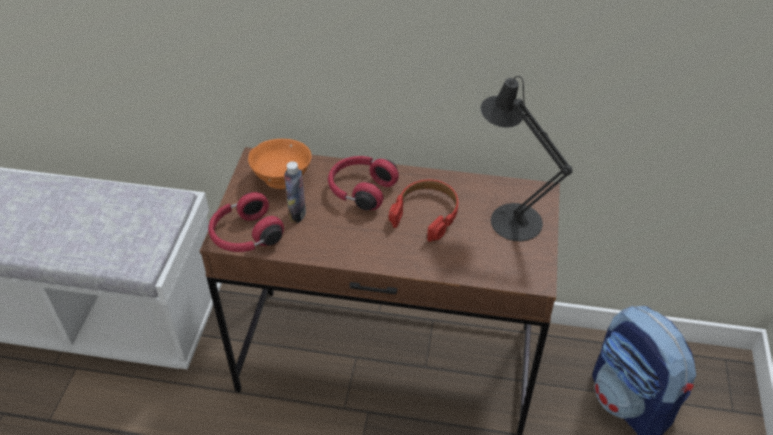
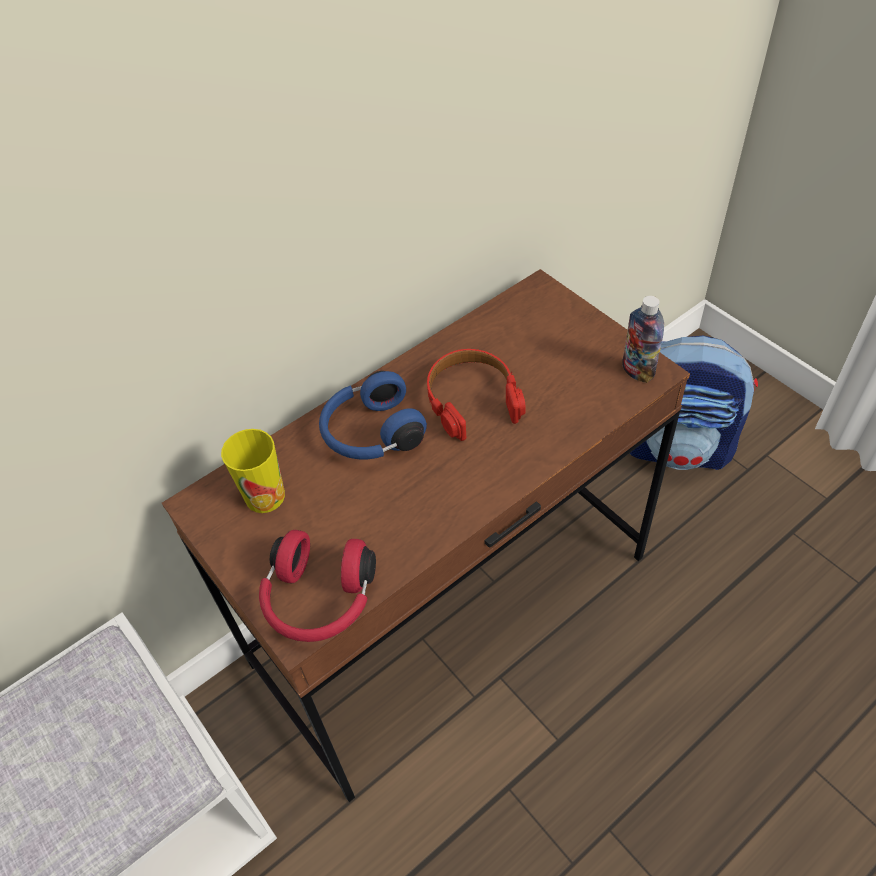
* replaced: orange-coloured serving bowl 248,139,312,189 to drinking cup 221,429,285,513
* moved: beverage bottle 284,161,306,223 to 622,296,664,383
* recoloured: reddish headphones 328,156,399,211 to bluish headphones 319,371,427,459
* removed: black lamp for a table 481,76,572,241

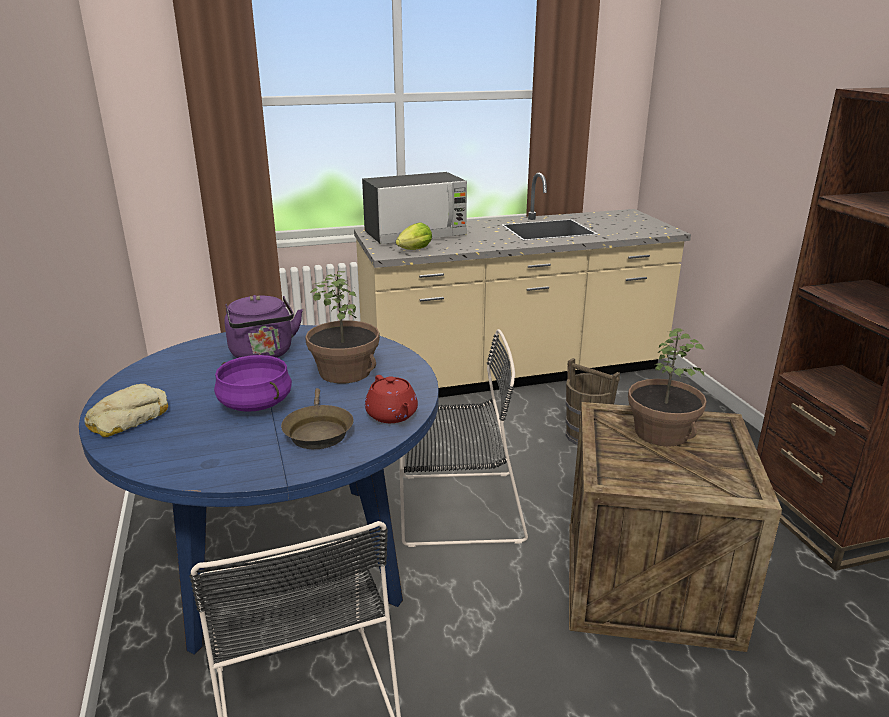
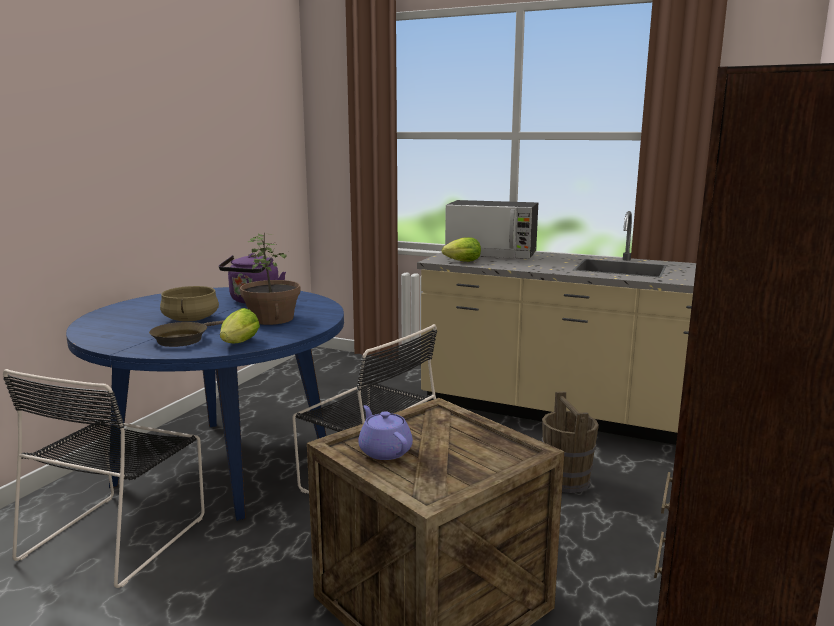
* removed: baked bread 84,384,168,437
* recoloured: purplish saucepot 214,355,292,412 to beige-coloured saucepot 160,286,219,322
* replaced: reddish teapot 365,375,418,423 to lettuce 220,308,260,343
* removed: plant in a pot 628,328,707,447
* added: purplish teapot 358,405,413,460

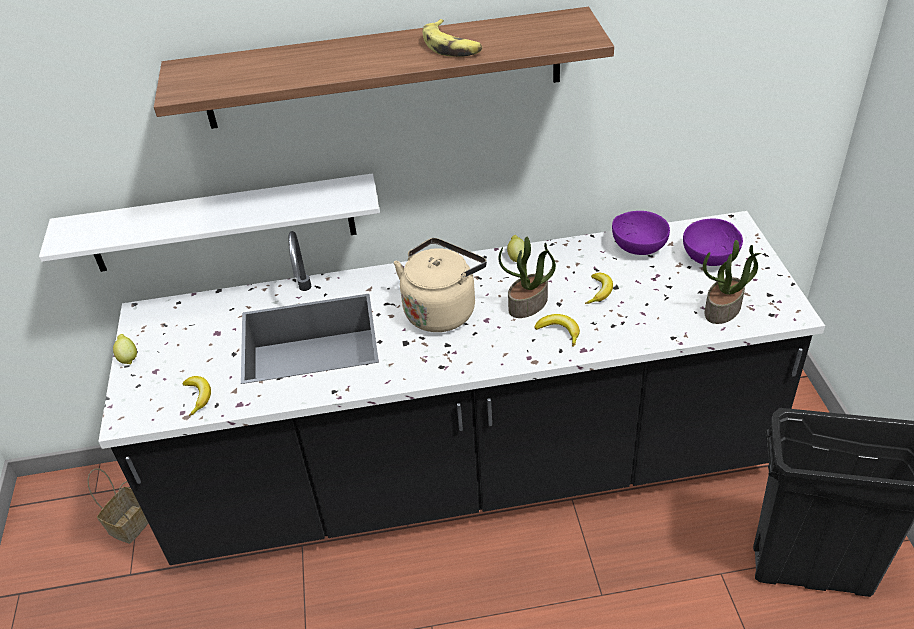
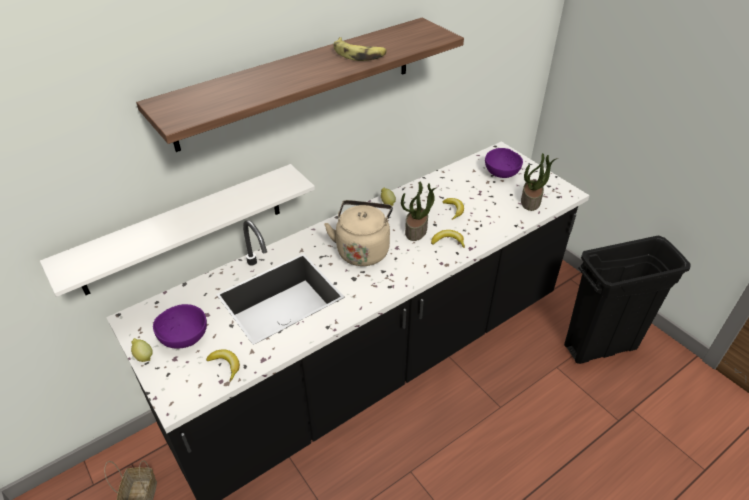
* moved: purplish serving bowl 612,211,670,255 to 153,304,207,349

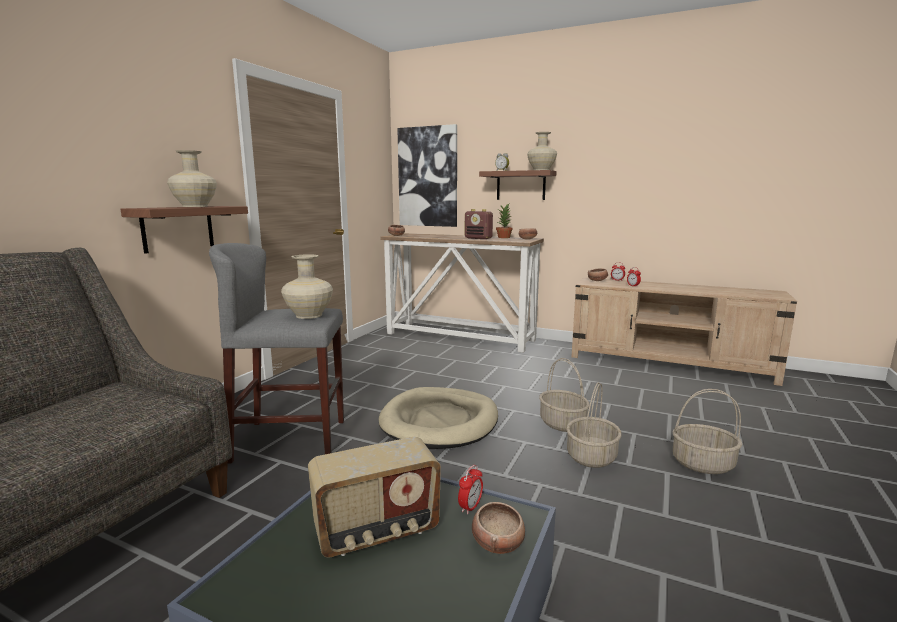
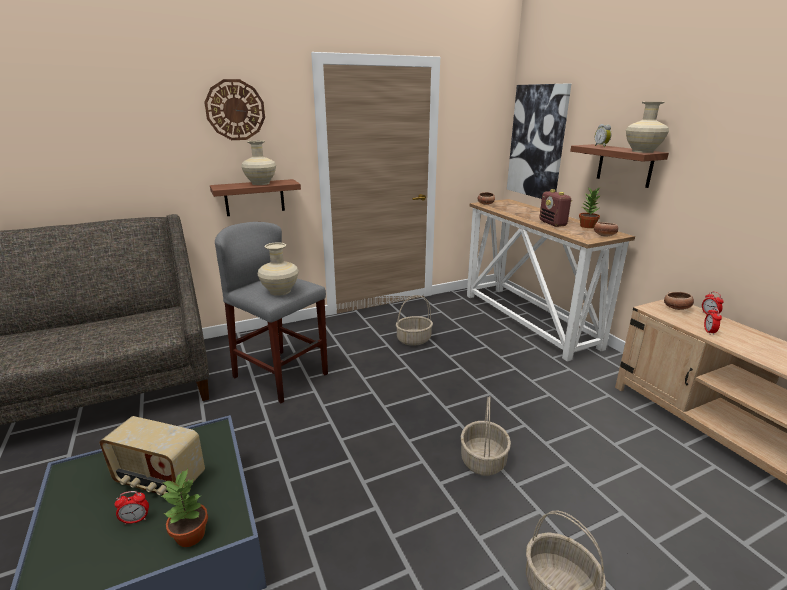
* removed: beige-coloured dog bed 379,387,498,449
* moved: table clock 458,465,483,515 to 115,491,149,525
* replaced: serving bowl 472,502,525,554 to plant in a pot 161,469,208,547
* moved: household basket 566,382,621,468 to 396,295,433,346
* added: clock on the wall 204,79,265,140

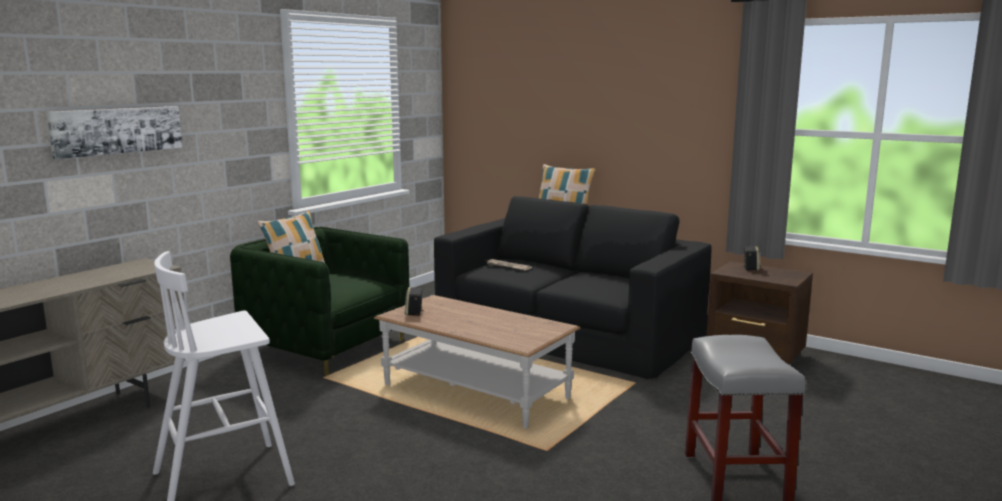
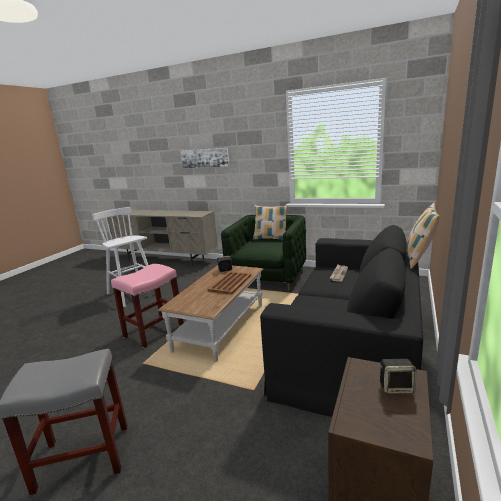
* added: pink-coloured stool 111,264,184,349
* added: brown tray 208,271,251,295

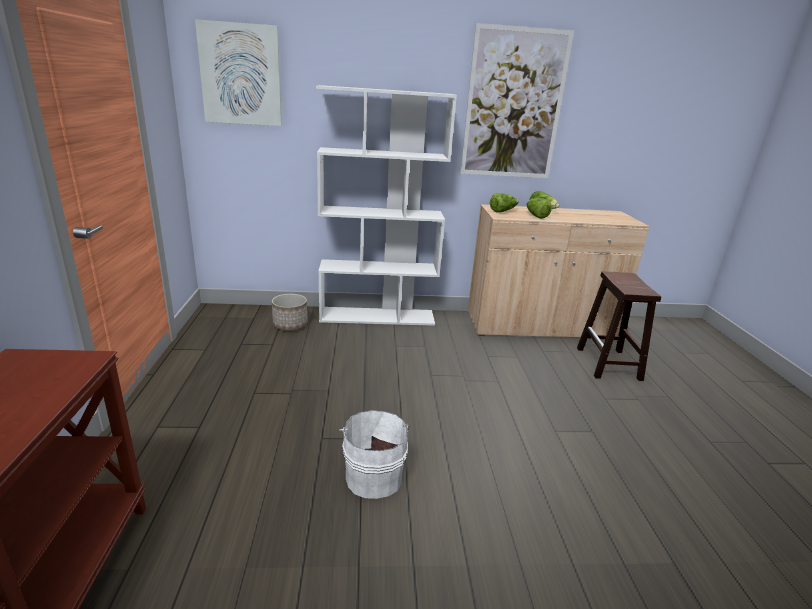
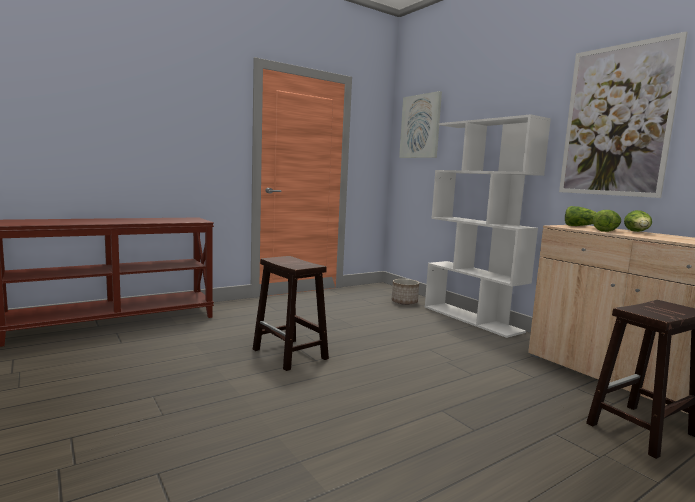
* replaced: white-coloured water bucket 339,410,411,499 to brown stool 253,256,329,371

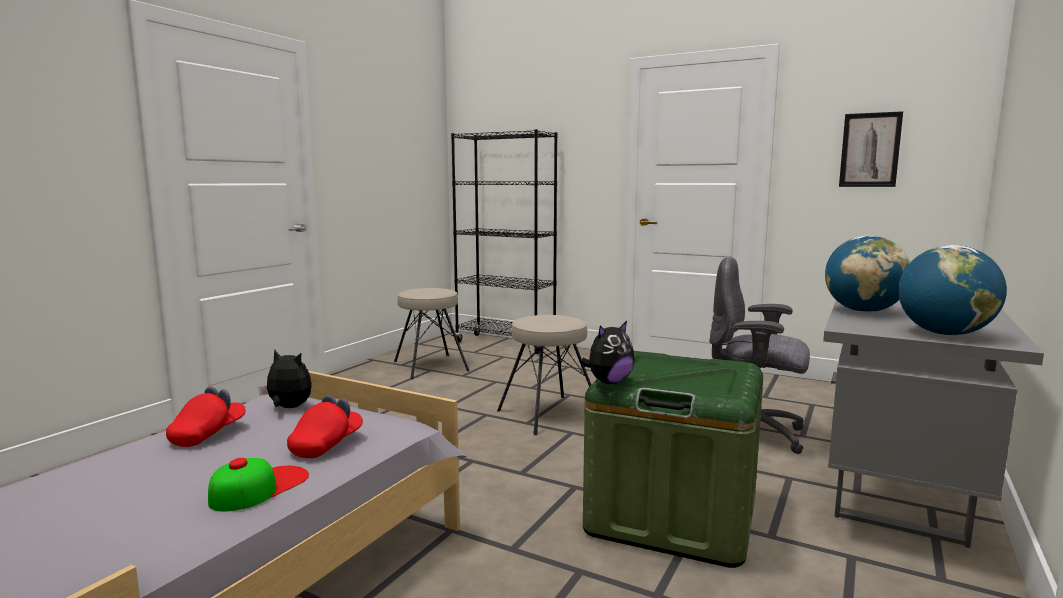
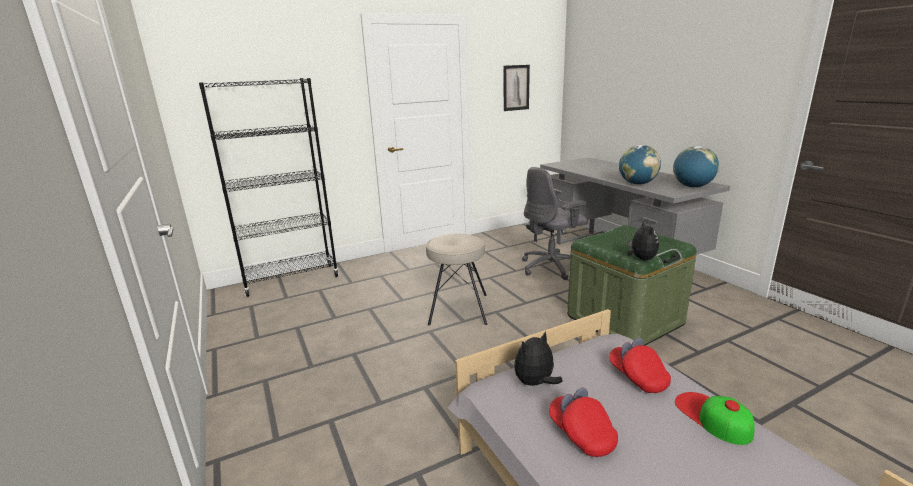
* removed: beige-coloured stool 394,288,470,379

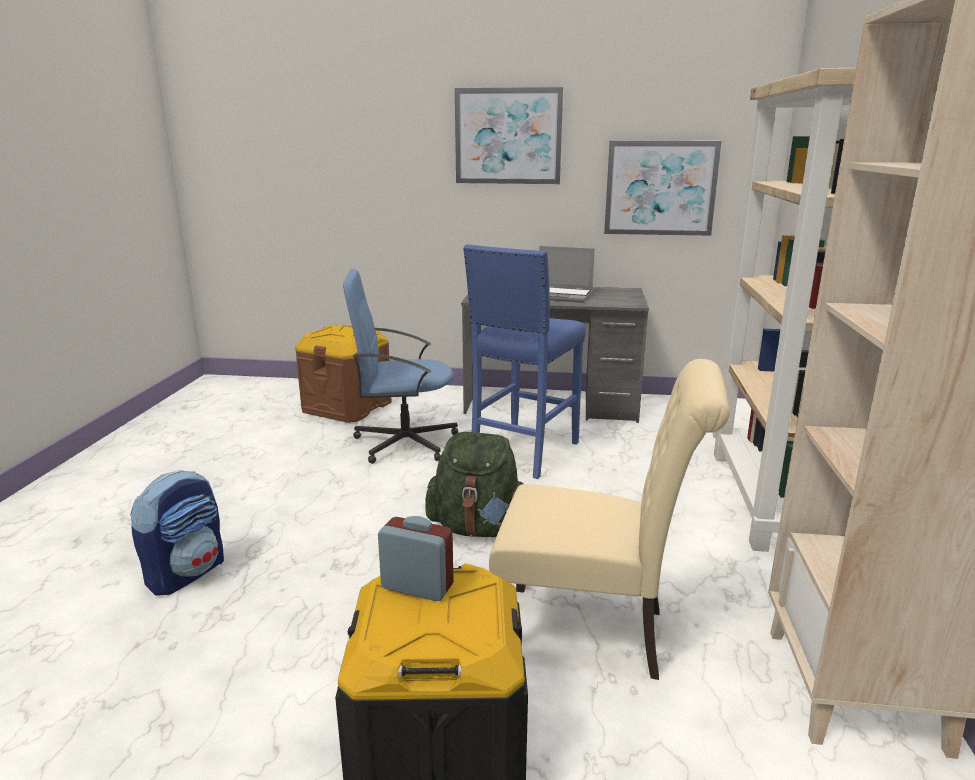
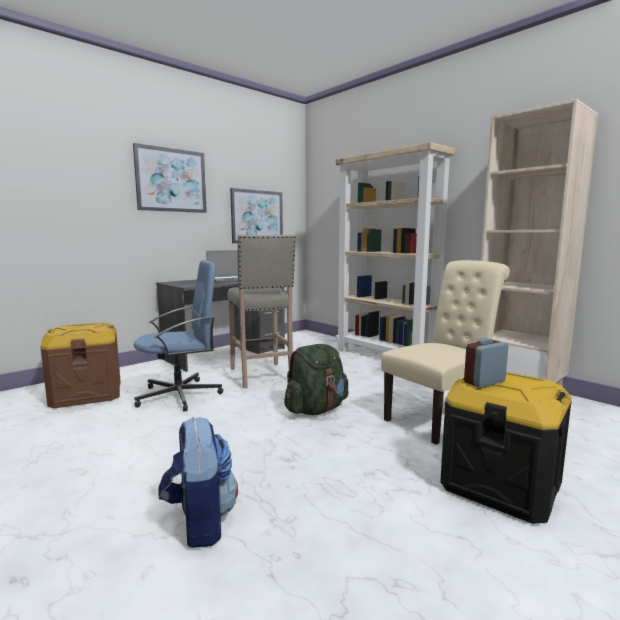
* turned: bluish office chair 343,269,458,464 = 134,260,223,411 150 degrees counterclockwise
* recoloured: bluish stool 463,244,586,479 to beige-coloured stool 228,234,296,389

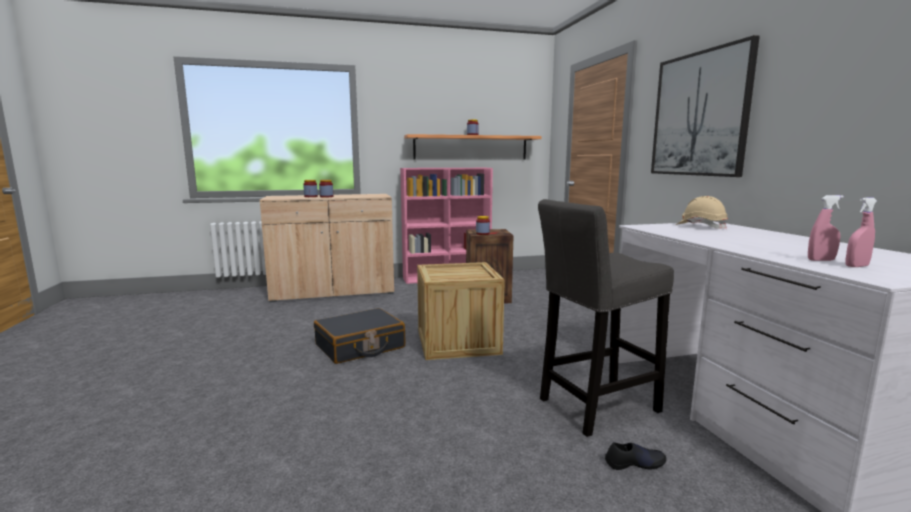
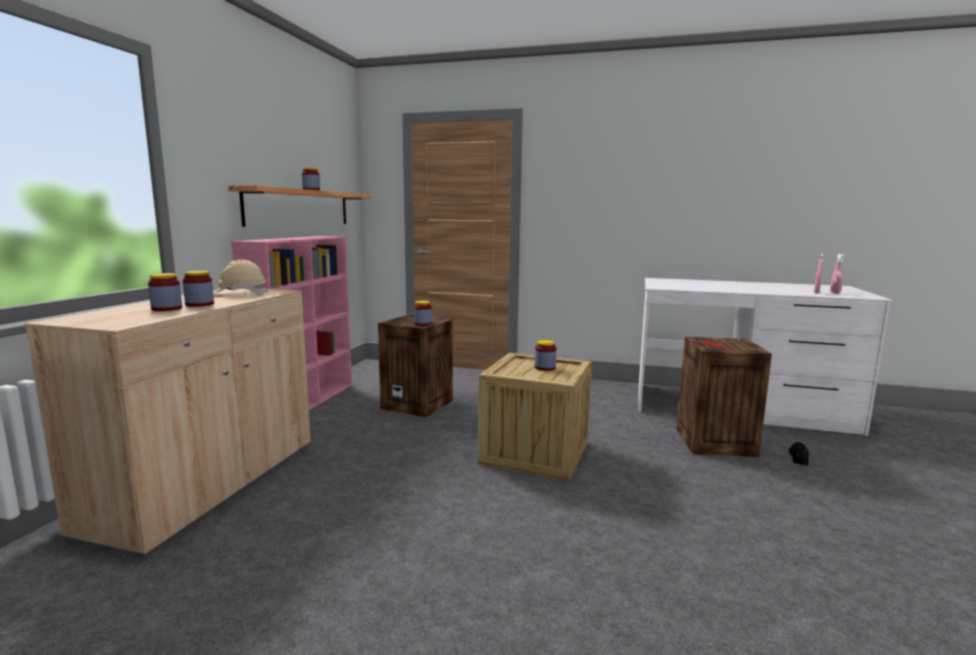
* removed: black travel case 314,308,405,364
* replaced: gray stool 538,199,674,437 to crate 677,337,772,457
* removed: wall art 651,35,760,177
* moved: beige-coloured safety helmet 676,196,728,230 to 213,260,268,294
* added: preserve jar 535,340,556,371

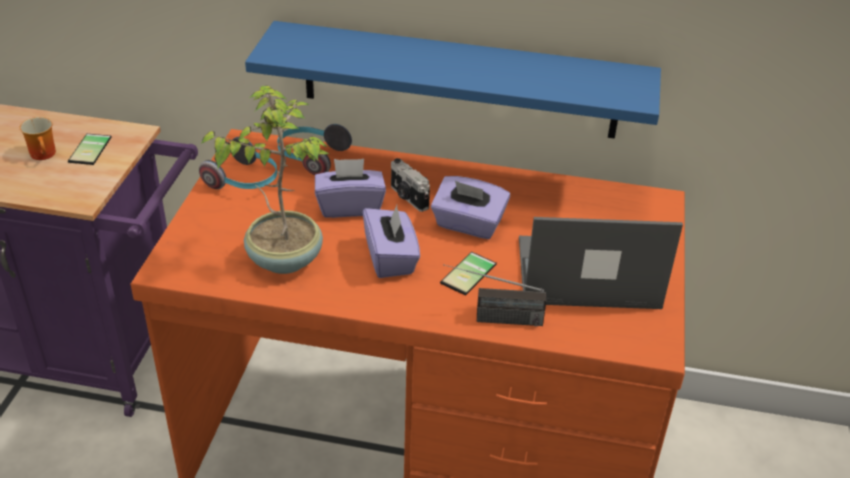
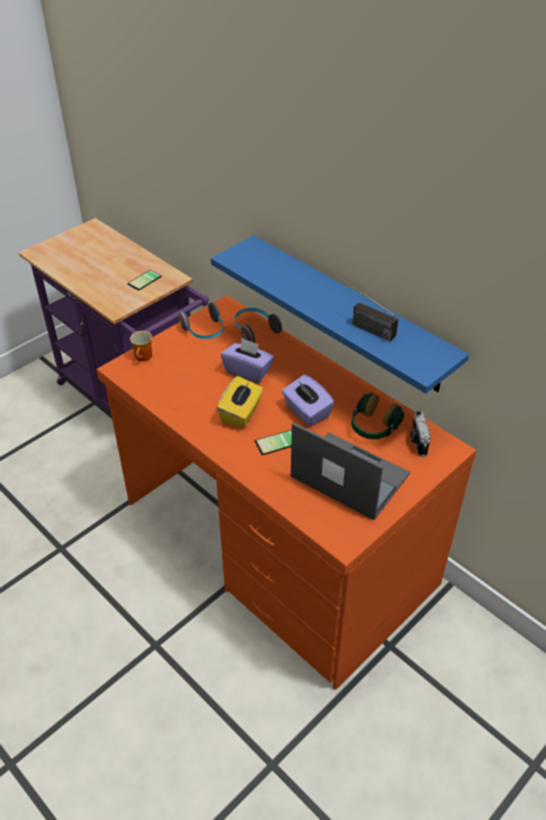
* moved: mug 19,117,56,160 to 130,331,152,361
* removed: plant in a pot 201,86,331,274
* recoloured: purplish tissue holder 363,205,420,278 to yellowish tissue holder 217,376,263,428
* moved: photo camera 391,158,430,212 to 410,411,431,457
* moved: radio receiver 443,264,546,326 to 340,278,399,341
* added: headphones 351,393,404,439

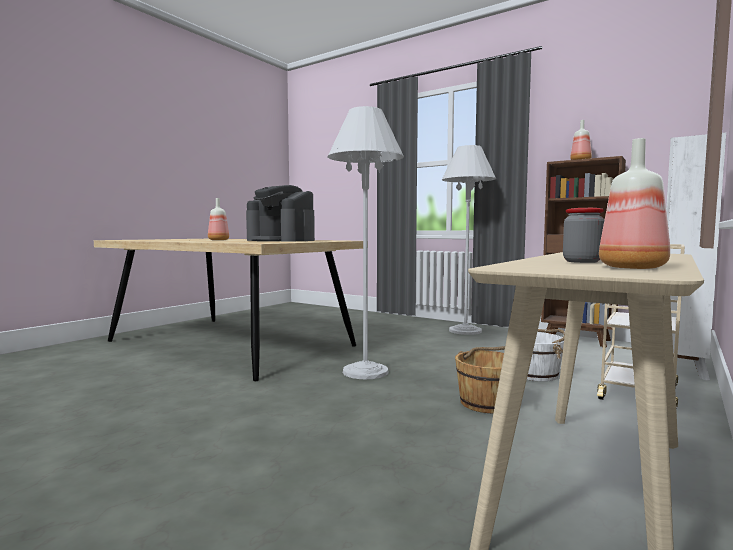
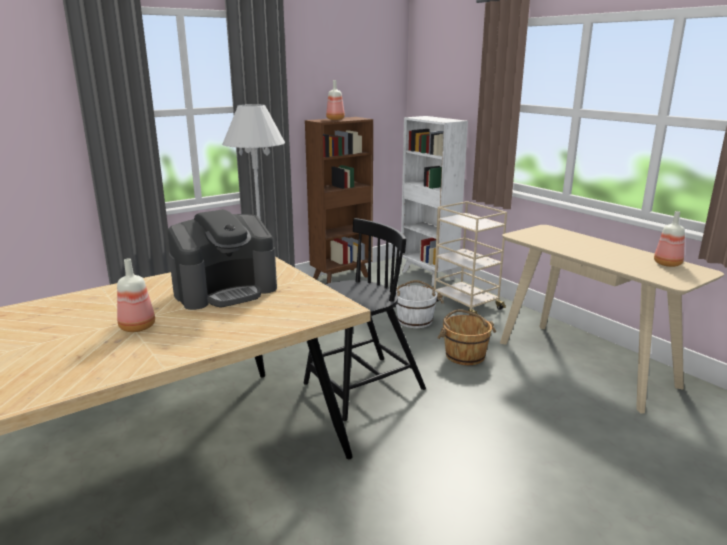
* replaced: white-coloured floor lamp 328,106,404,379 to black plain chair 304,218,426,421
* removed: preserve jar 563,208,604,263

